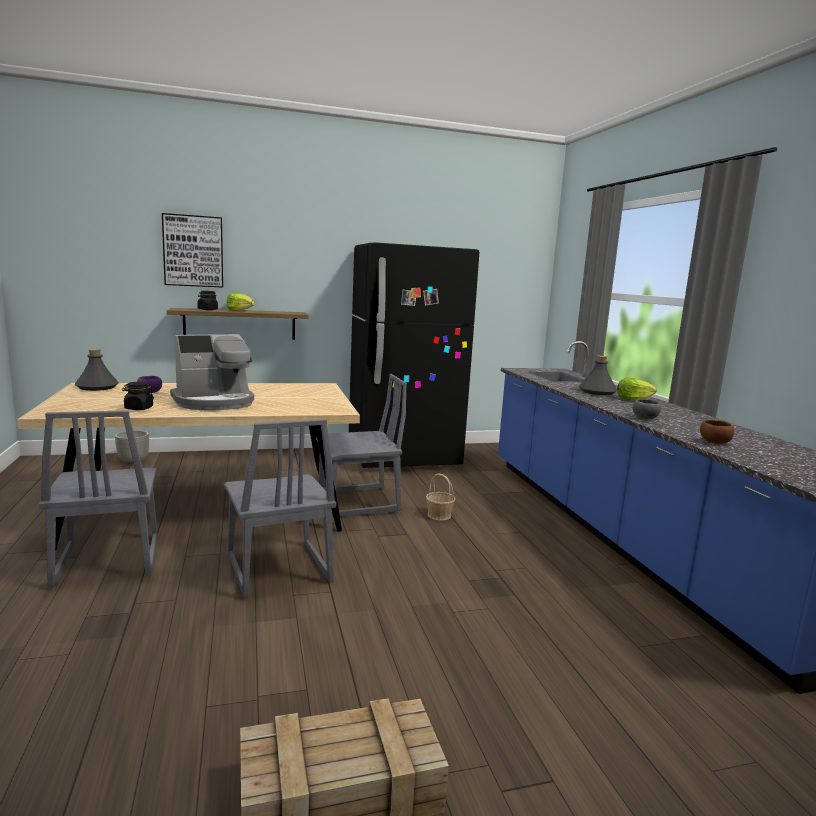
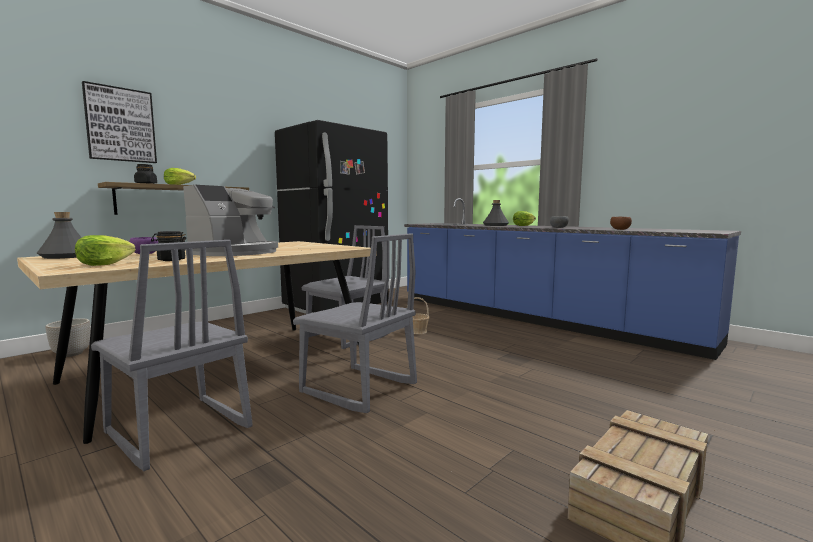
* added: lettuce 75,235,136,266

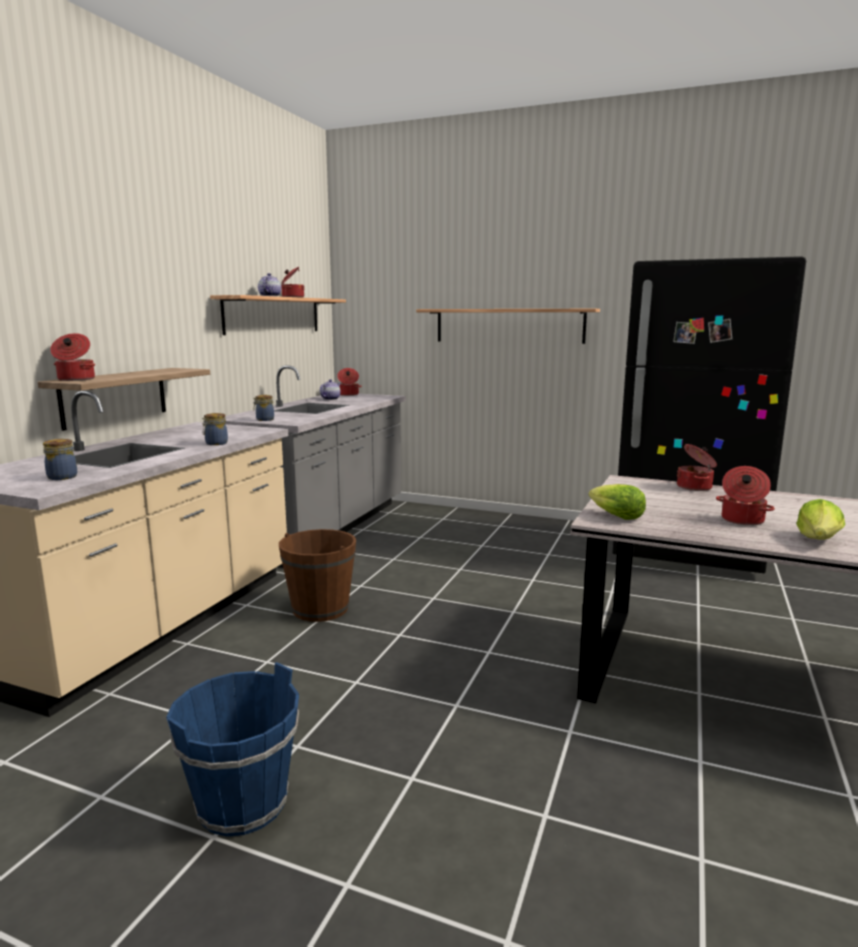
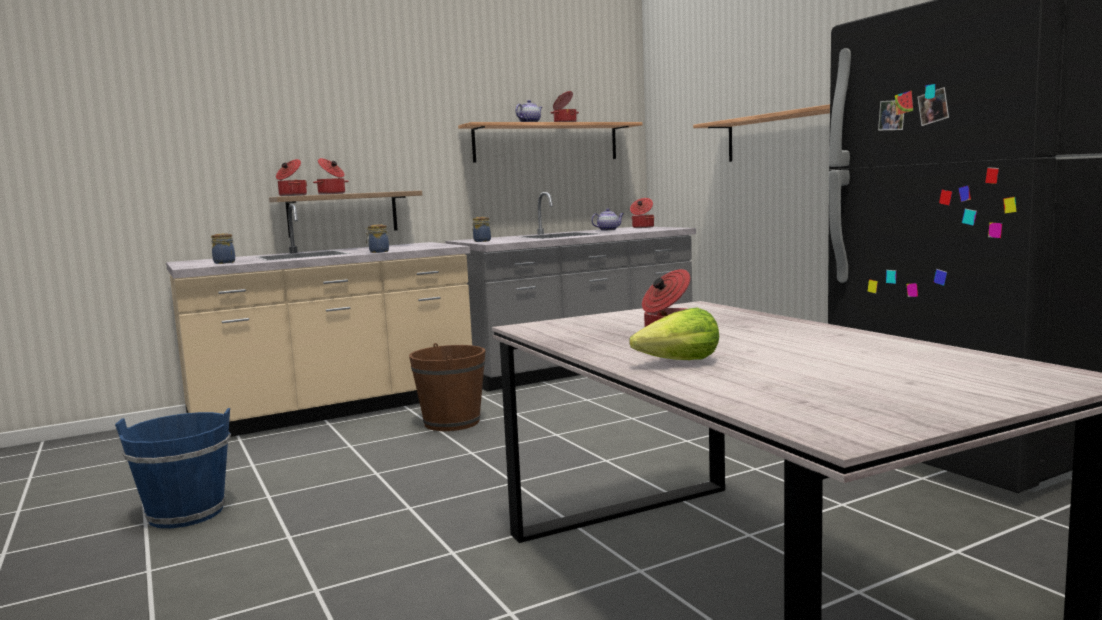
* removed: lettuce 589,484,646,520
* moved: saucepot 677,444,717,491 to 313,158,349,195

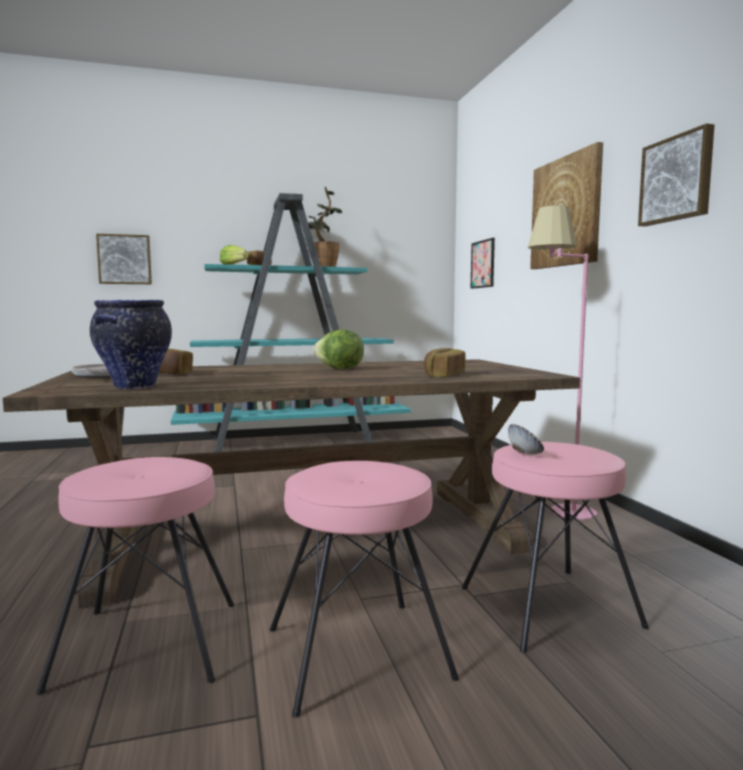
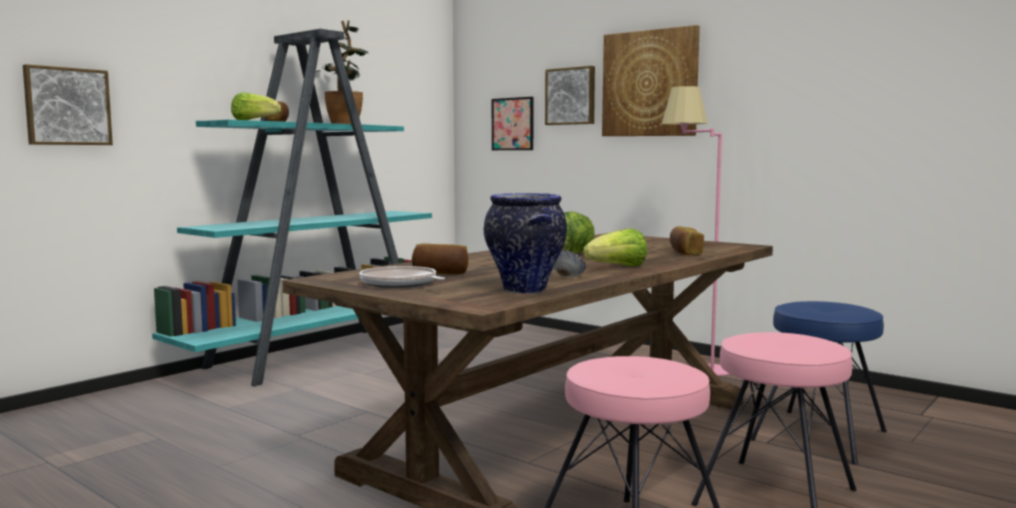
* recoloured: pink-coloured stool 462,442,649,653 to bluish stool 750,301,887,465
* moved: serving bowl 508,424,544,455 to 553,250,586,277
* moved: wall art 638,124,715,227 to 545,66,595,125
* added: lettuce 583,228,647,267

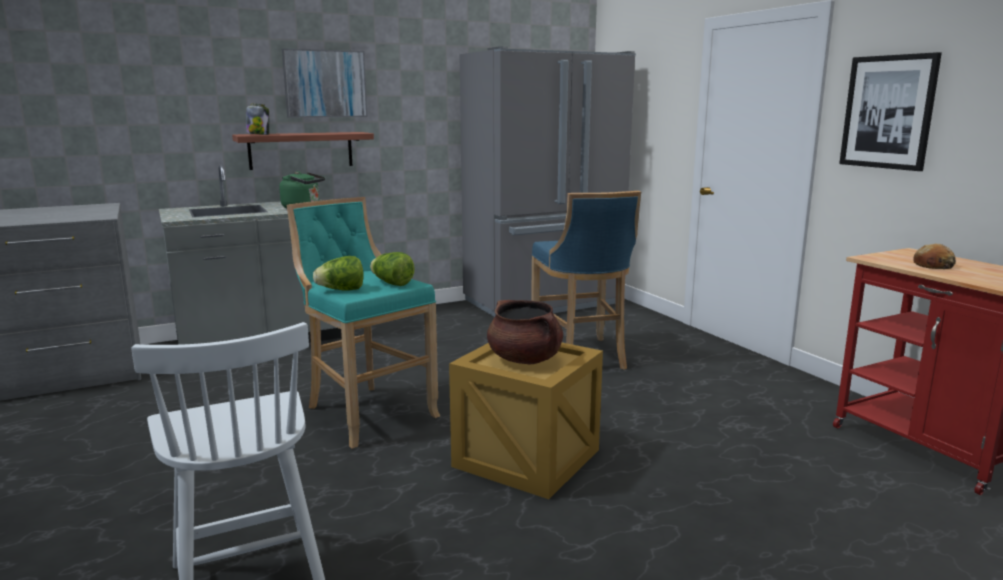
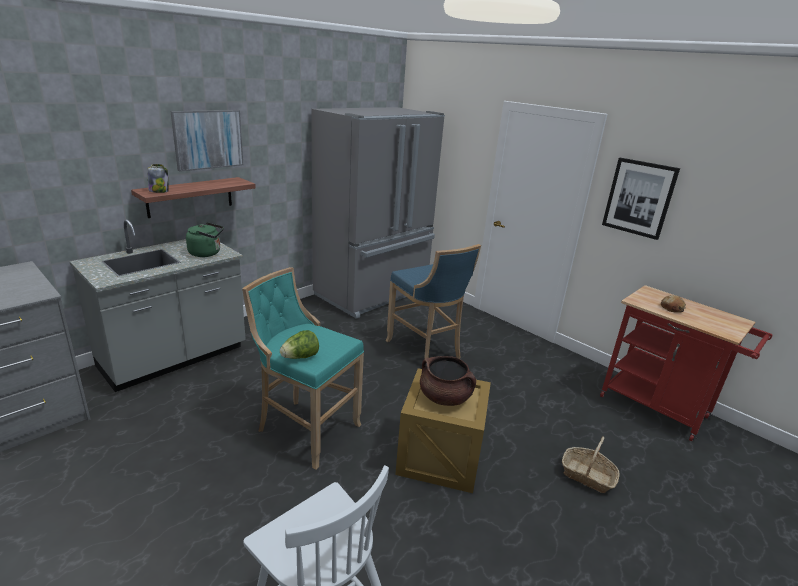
* removed: lettuce 370,252,415,286
* added: household basket 562,437,620,493

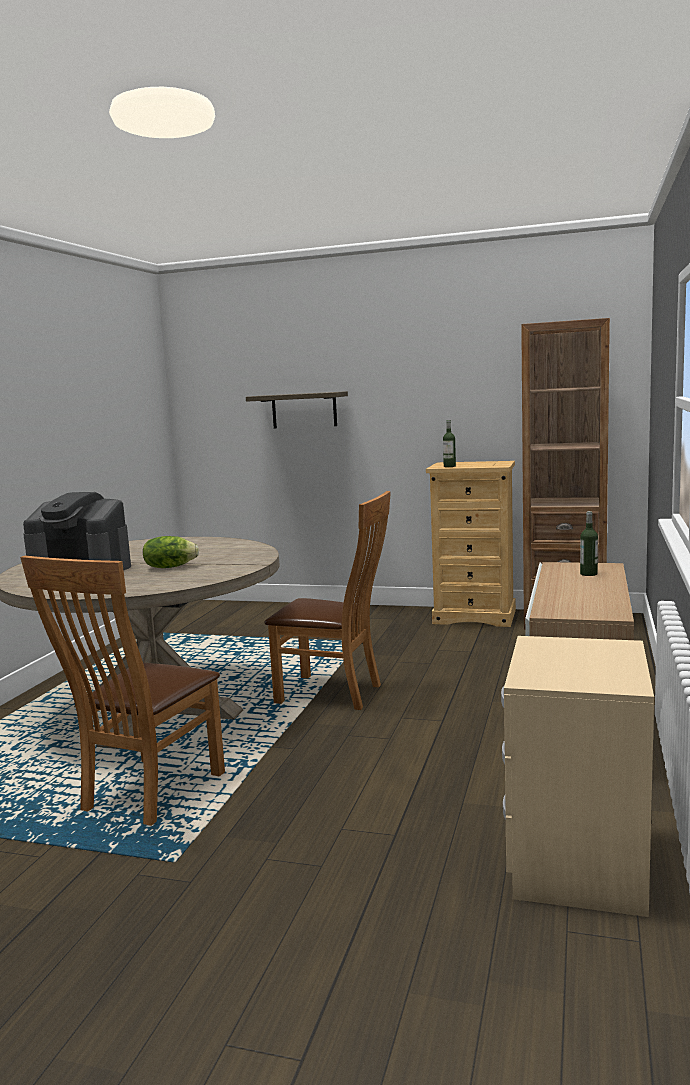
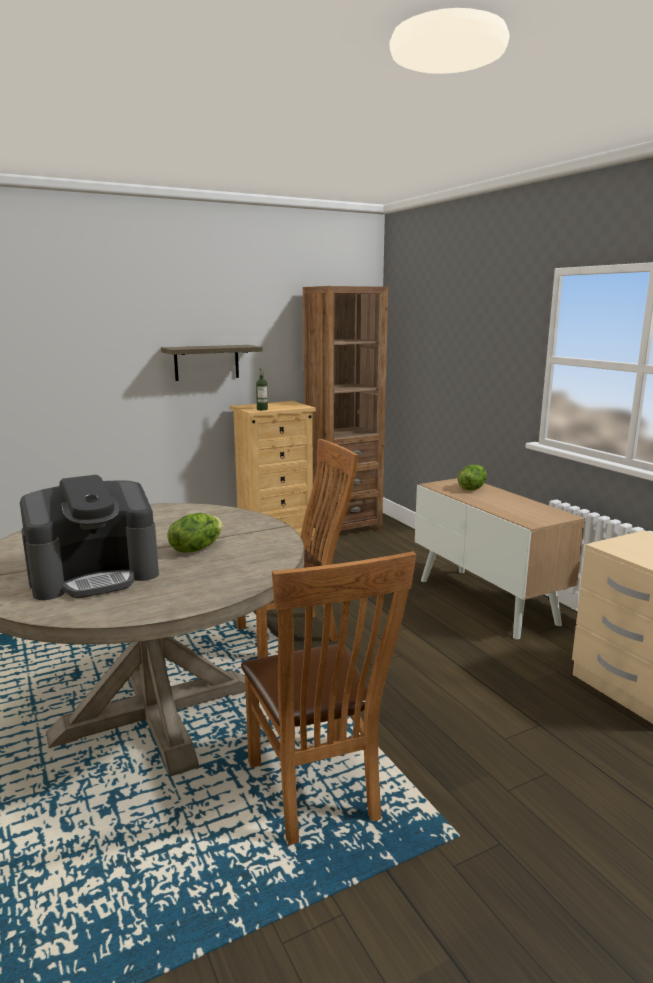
* moved: wall shelf 246,391,348,429 to 161,345,262,381
* replaced: beverage bottle 580,511,598,576 to lettuce 458,465,487,490

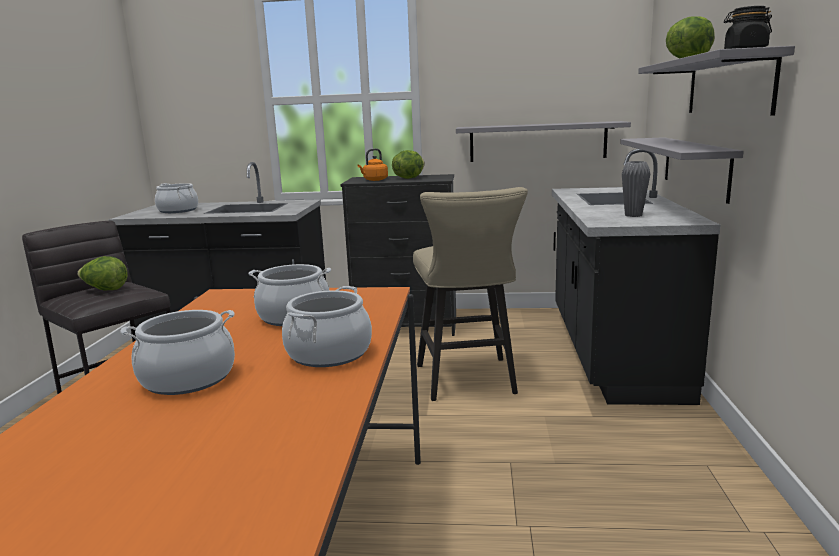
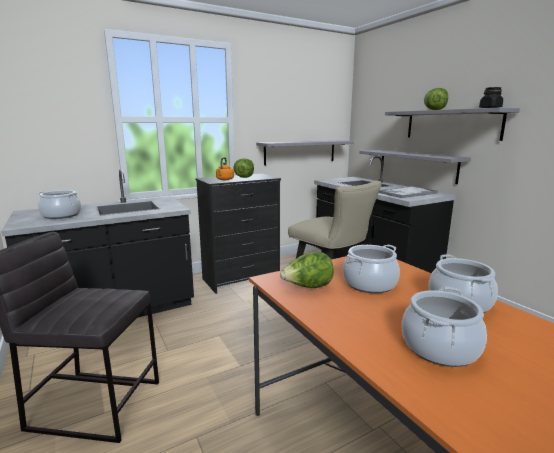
* moved: lettuce 77,256,128,290 to 280,252,334,288
* replaced: gray flower vase 622,161,650,217 to tray 379,186,438,198

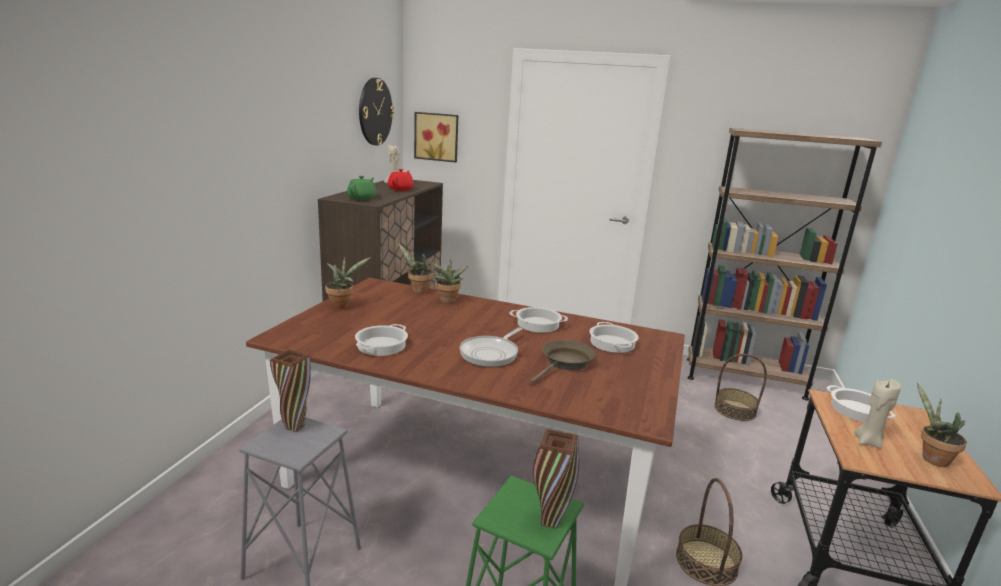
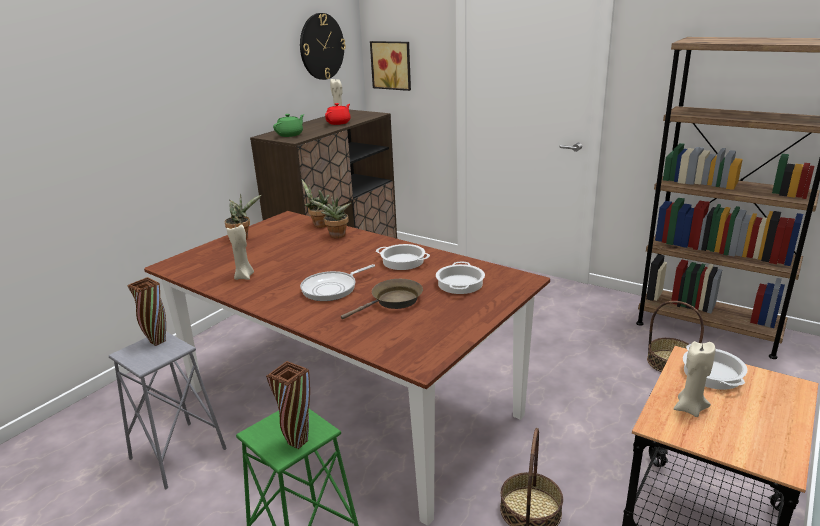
* replaced: saucepot 355,324,408,356 to beige-coloured wax light 227,224,254,280
* removed: plant in a pot 917,383,967,467

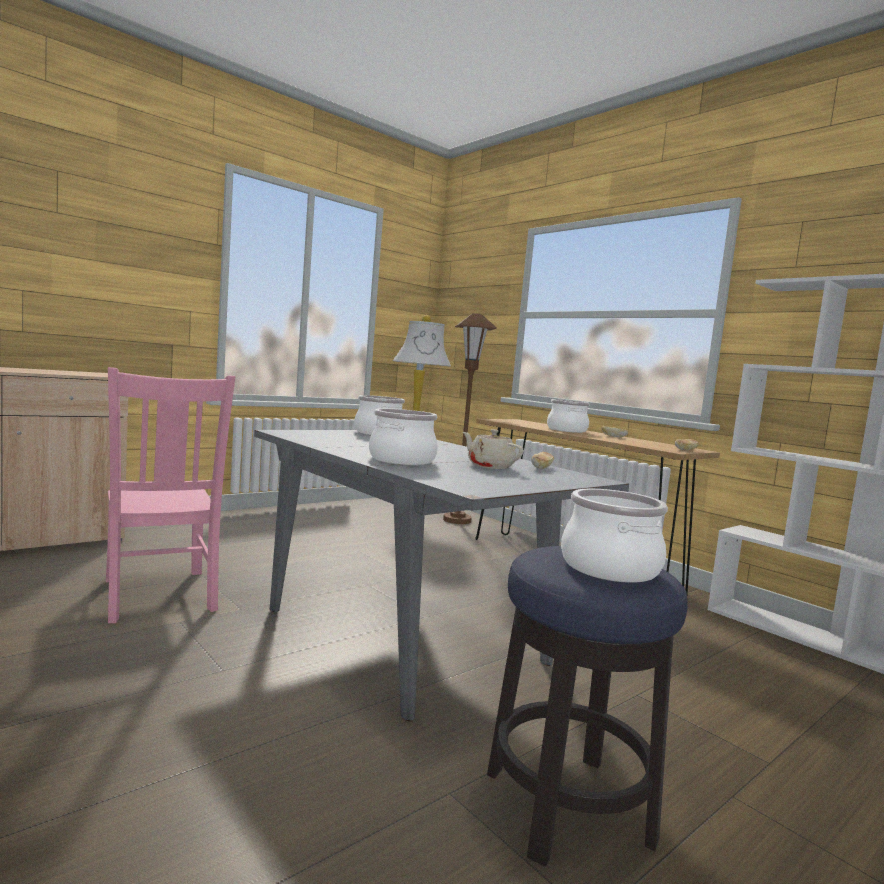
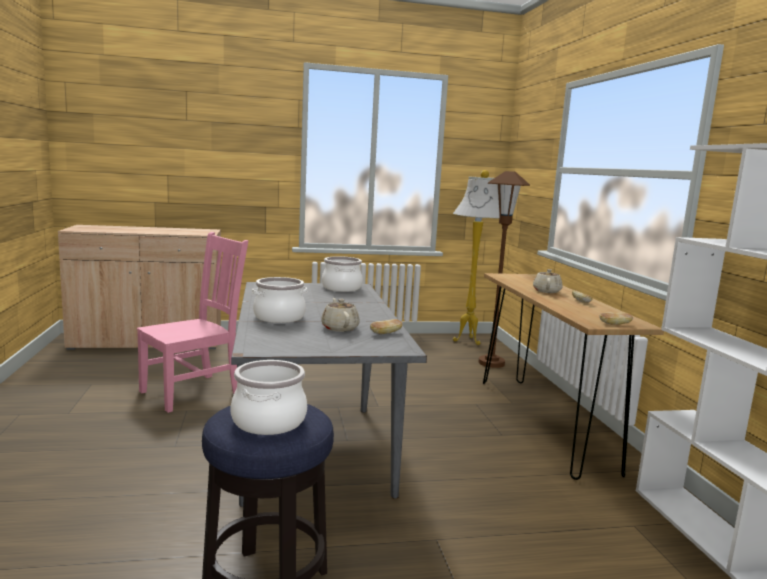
* turned: pink-coloured plain chair 106,367,235,623 = 137,232,248,413 135 degrees counterclockwise
* replaced: saucepot 547,399,590,433 to beige-coloured teapot 533,269,563,293

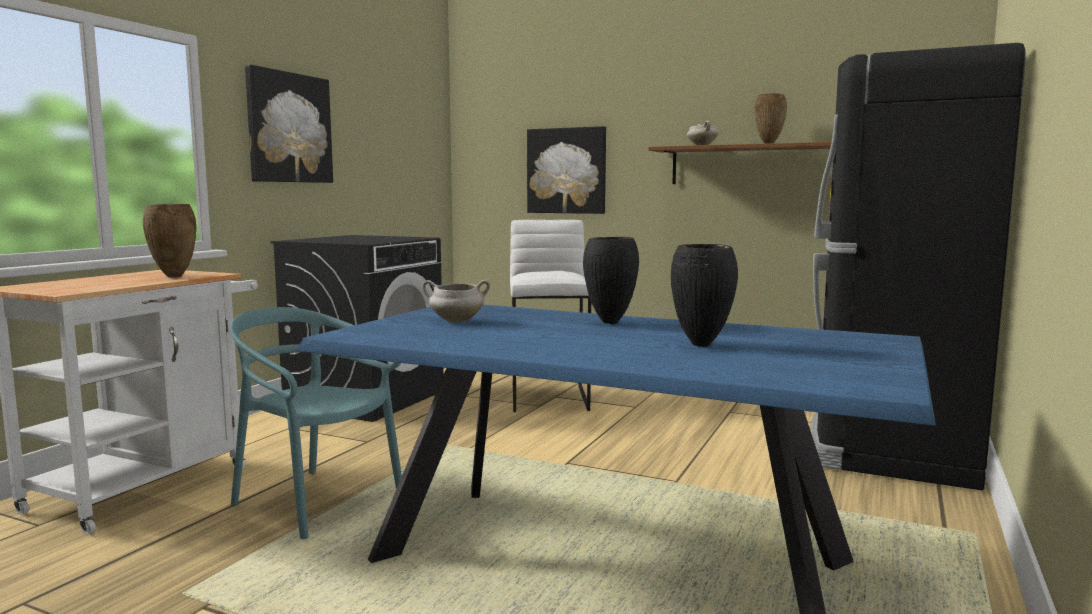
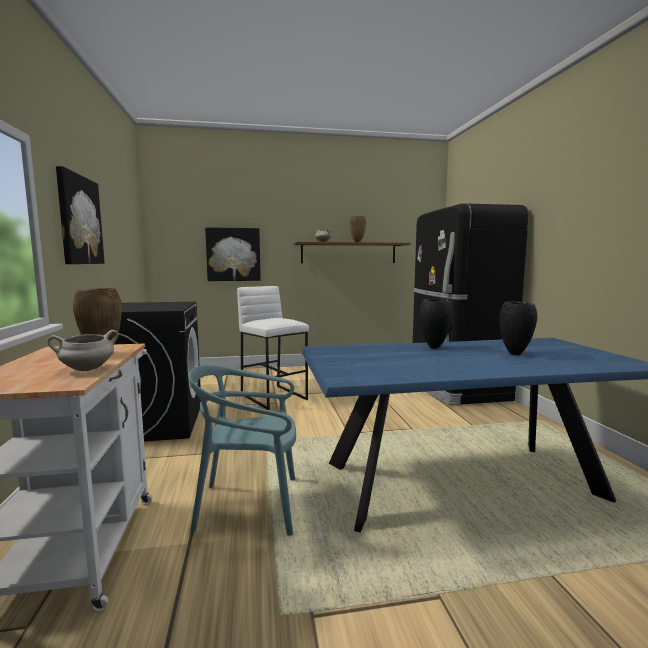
* moved: white-coloured saucepot 422,280,490,323 to 47,330,118,371

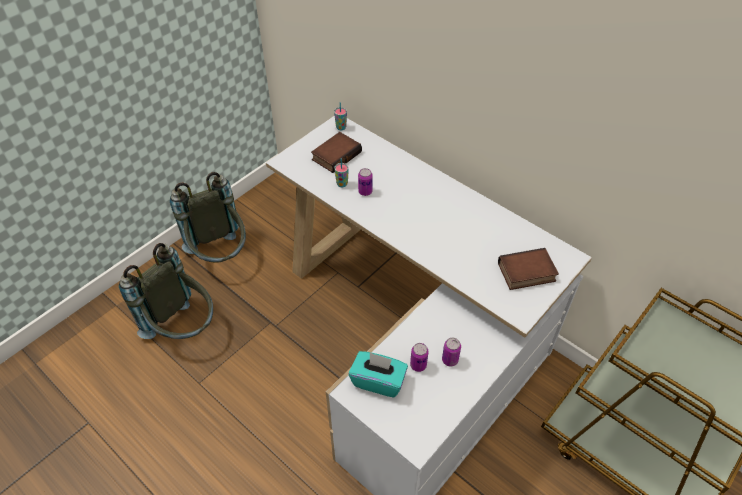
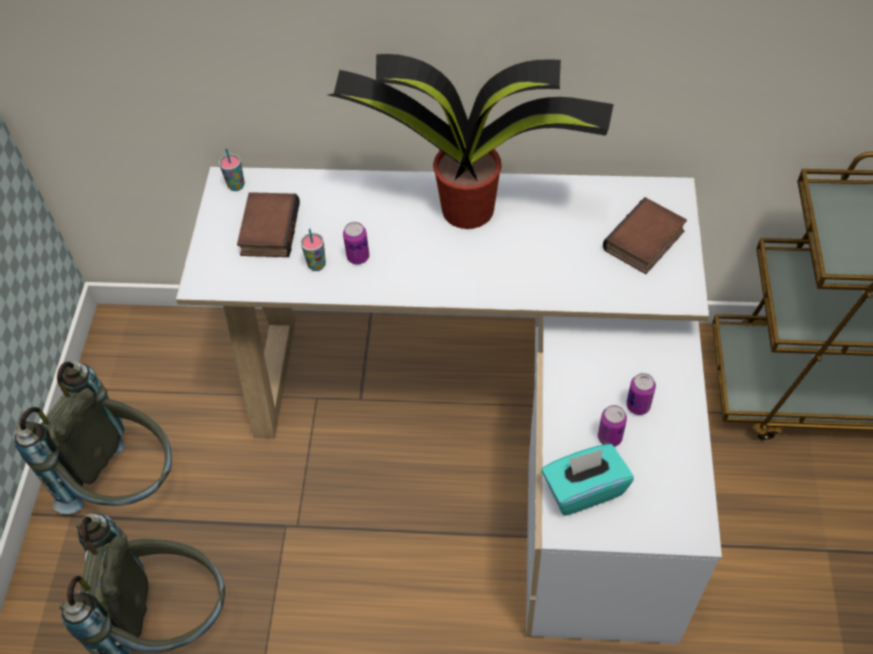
* added: plant in a pot 328,54,614,229

